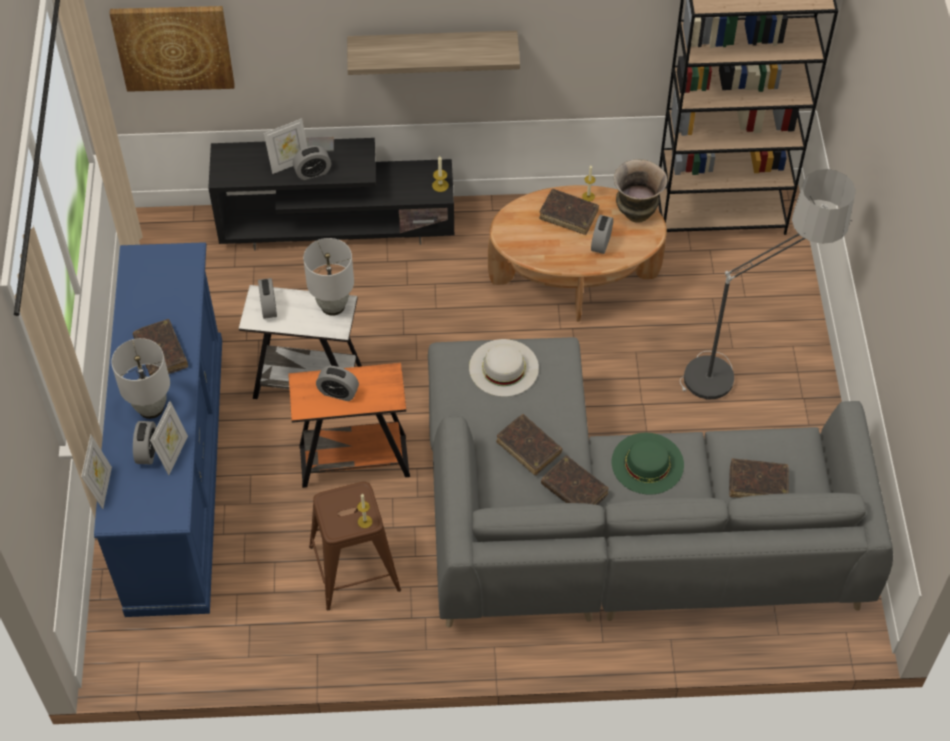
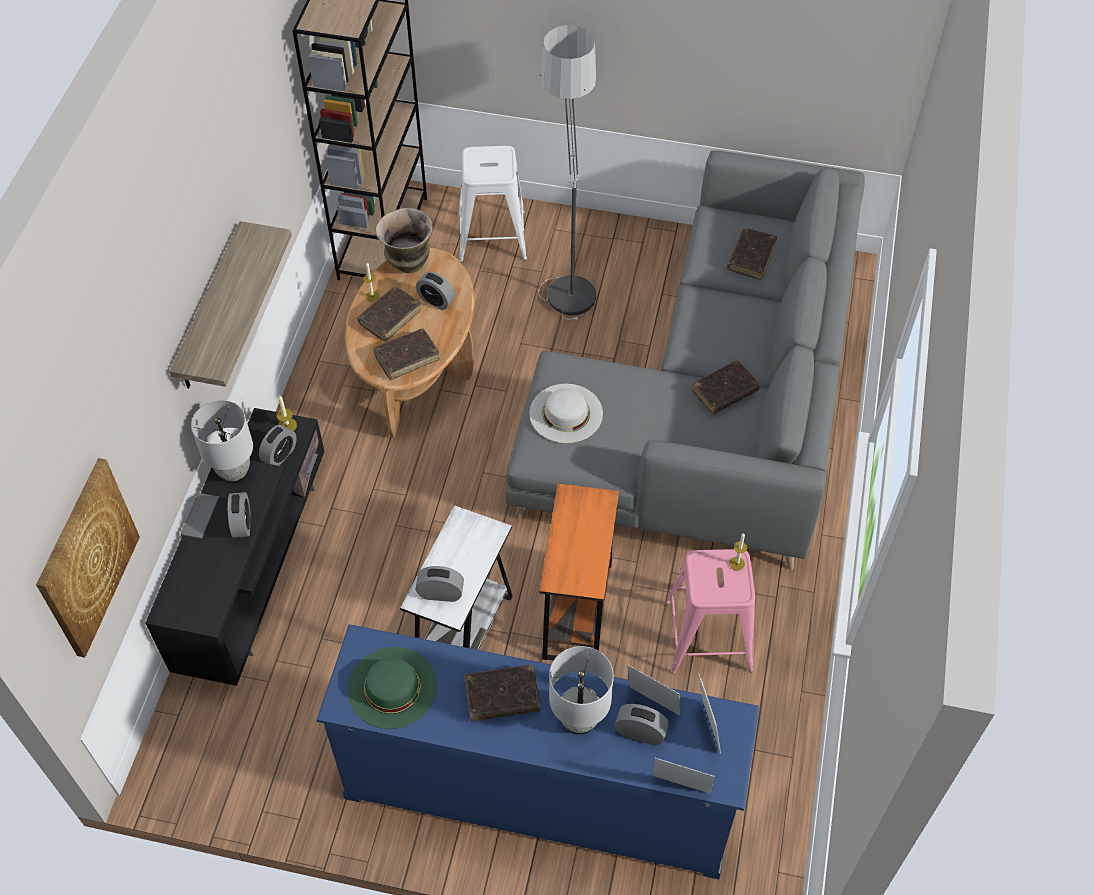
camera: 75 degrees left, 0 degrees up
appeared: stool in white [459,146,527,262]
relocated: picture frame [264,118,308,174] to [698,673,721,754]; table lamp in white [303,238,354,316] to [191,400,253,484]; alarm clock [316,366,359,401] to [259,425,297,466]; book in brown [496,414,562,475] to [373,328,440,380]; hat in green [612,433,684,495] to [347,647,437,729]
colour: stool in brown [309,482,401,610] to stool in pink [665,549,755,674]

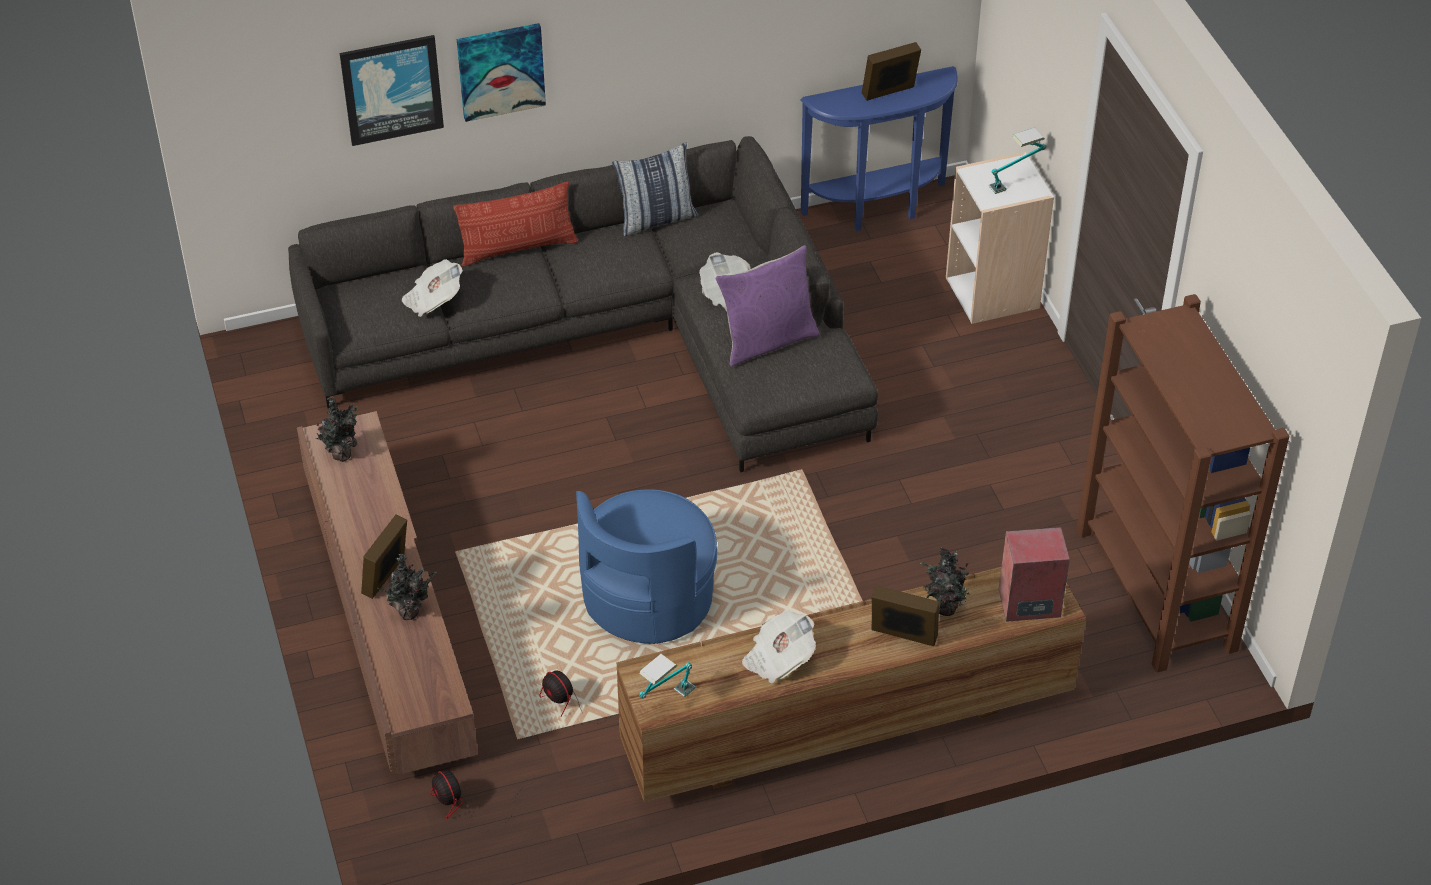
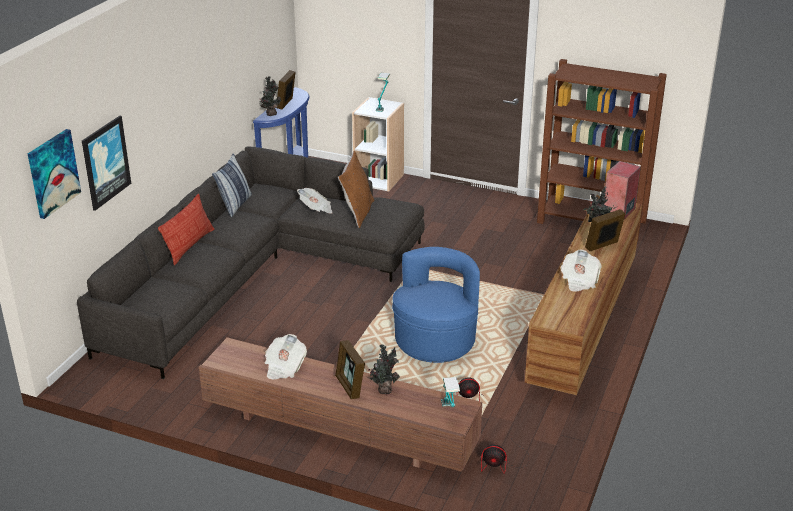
camera: 50 degrees left, 15 degrees down
relocated: potted plant [316,396,358,462] to [260,76,281,116]; newspaper [402,259,463,317] to [265,334,307,379]; picture [457,23,546,122] to [28,129,81,219]; table lamp [639,654,696,699] to [441,377,460,407]
colour: pillow in purple [715,246,820,367] to pillow in brown [338,151,374,228]
spun: armchair in blue [576,489,717,644] = [392,247,480,363] 135 degrees counterclockwise

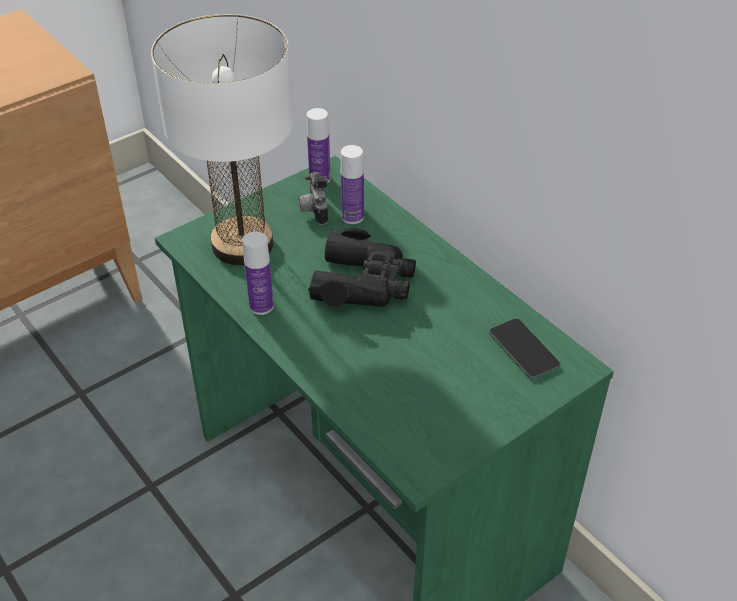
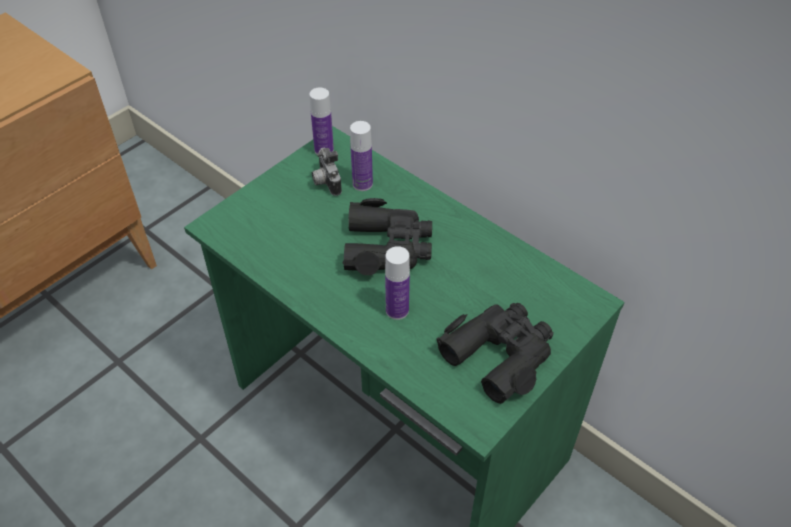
camera: 10 degrees left, 5 degrees up
missing: table lamp [151,14,293,265]; phone [489,318,560,379]
appeared: binoculars in black [437,303,554,404]
relocated: bottle [242,232,274,315] to [385,246,410,320]

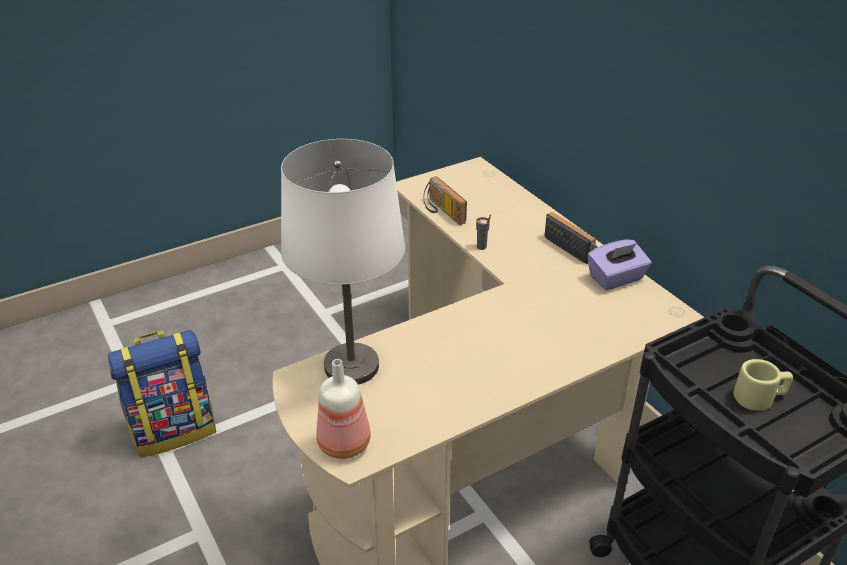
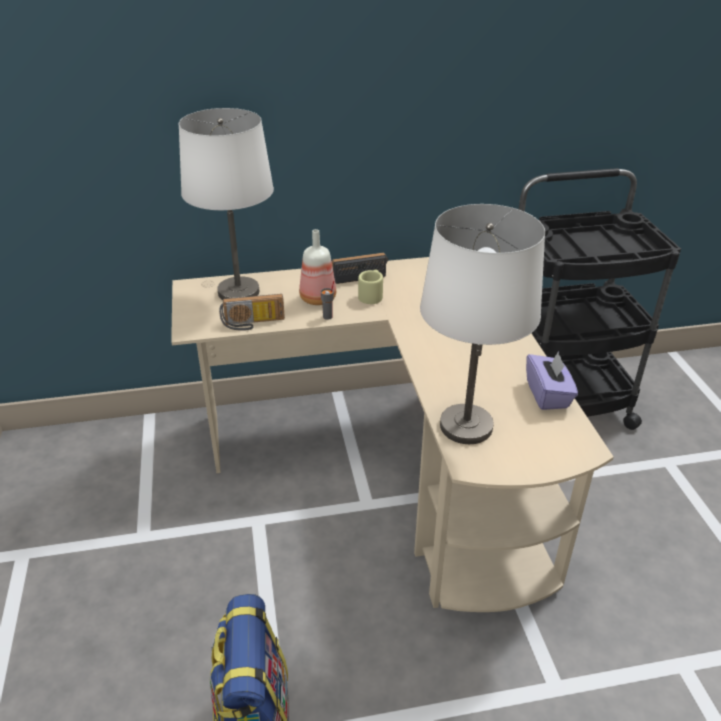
camera: 70 degrees left, 0 degrees up
appeared: table lamp in white [179,108,274,300]
relocated: bottle [317,359,371,459] to [299,229,336,305]; tissue box in purple [587,239,652,290] to [526,352,578,410]; mug in beige [734,359,793,411] to [358,270,383,304]

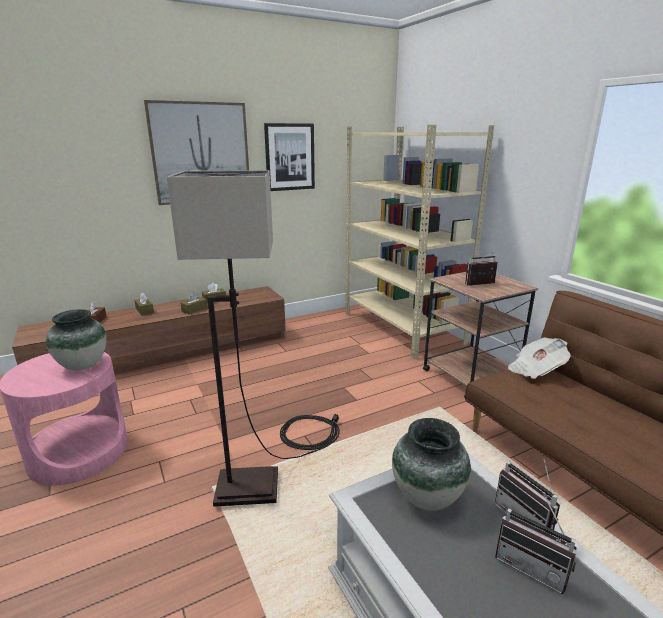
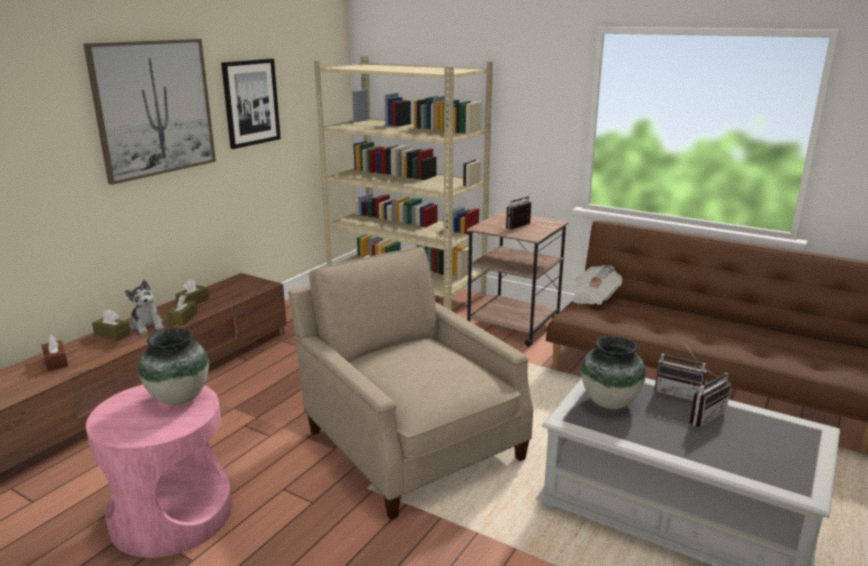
camera: 30 degrees left, 0 degrees up
appeared: plush toy [125,280,164,334]
exchanged: floor lamp [167,170,340,507] to armchair in beige [288,246,533,520]
spun: radio [495,492,577,594] = [690,363,731,428] 45 degrees counterclockwise

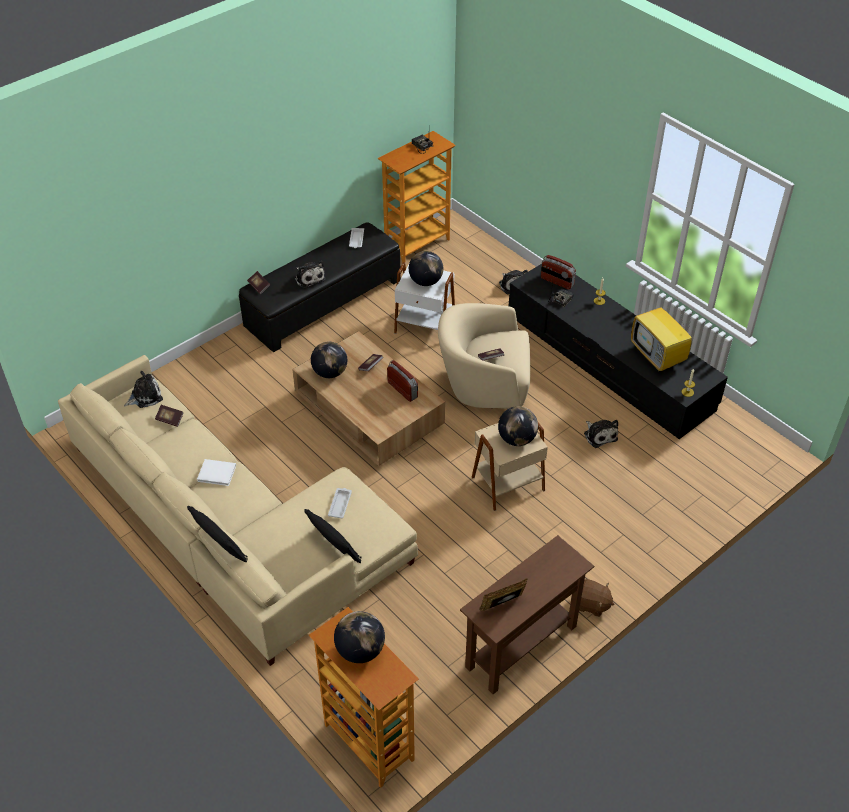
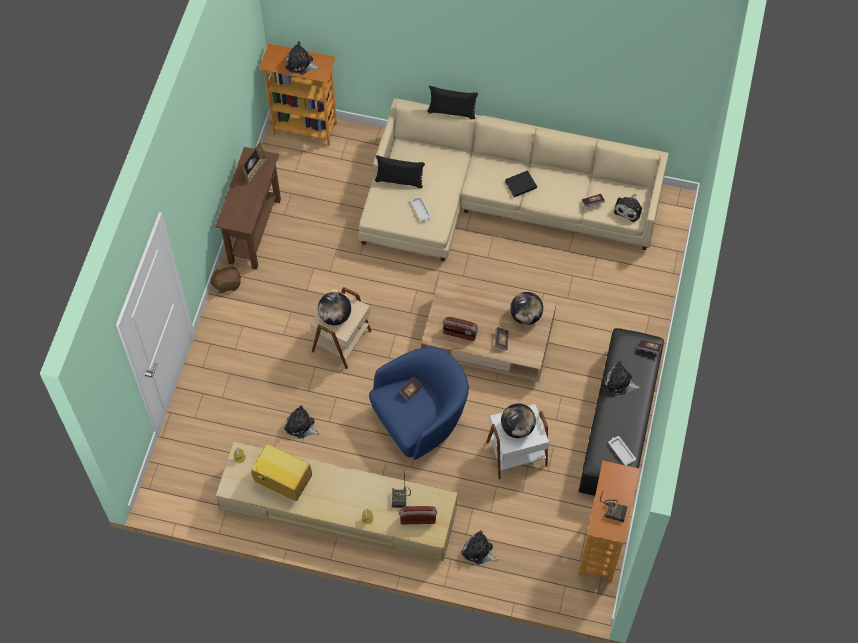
camera: 145 degrees right, 15 degrees up
exchanged: globe [334,611,385,663] to plush toy [285,41,320,75]
colour: book in white [197,459,236,486] to book in black [505,170,537,197]; armchair in beige [438,303,530,409] to armchair in blue [369,347,469,460]; tv stand in black [509,264,728,439] to tv stand in beige [216,442,458,561]

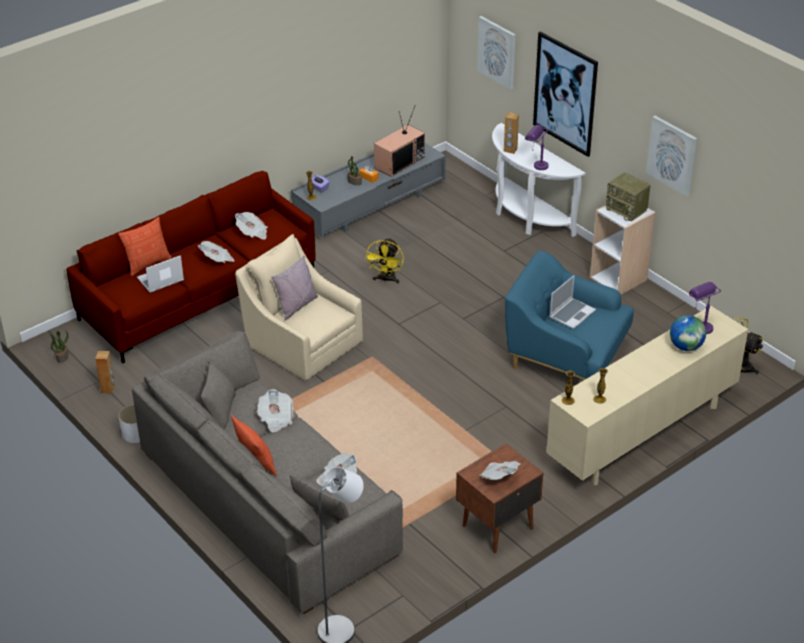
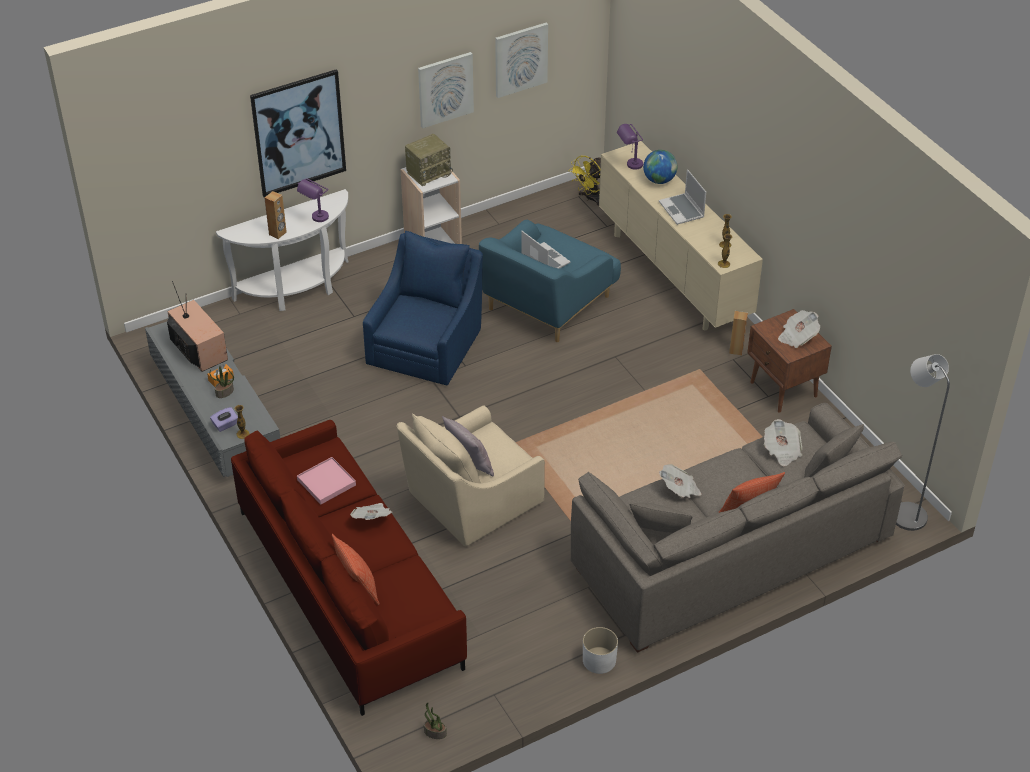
camera: 80 degrees left, 5 degrees up
missing: fan in yellow [365,238,404,283]
appeared: armchair in blue [363,231,483,386]
relocated: speaker in brown [95,351,115,393] to [729,311,748,355]; laptop [137,255,184,293] to [659,169,706,225]; picture [477,16,516,90] to [495,23,548,98]
exchanged: newspaper [235,212,268,240] to tray in pink [297,457,356,505]

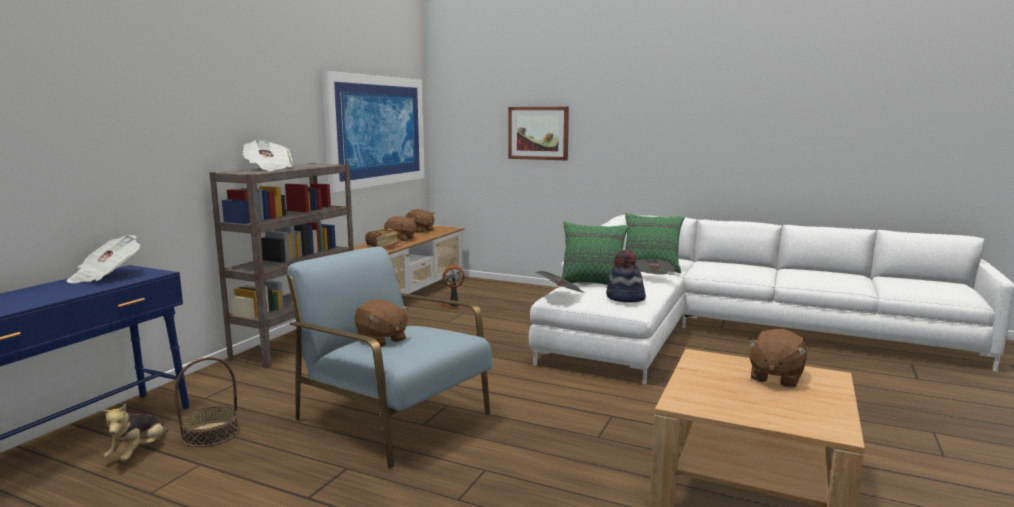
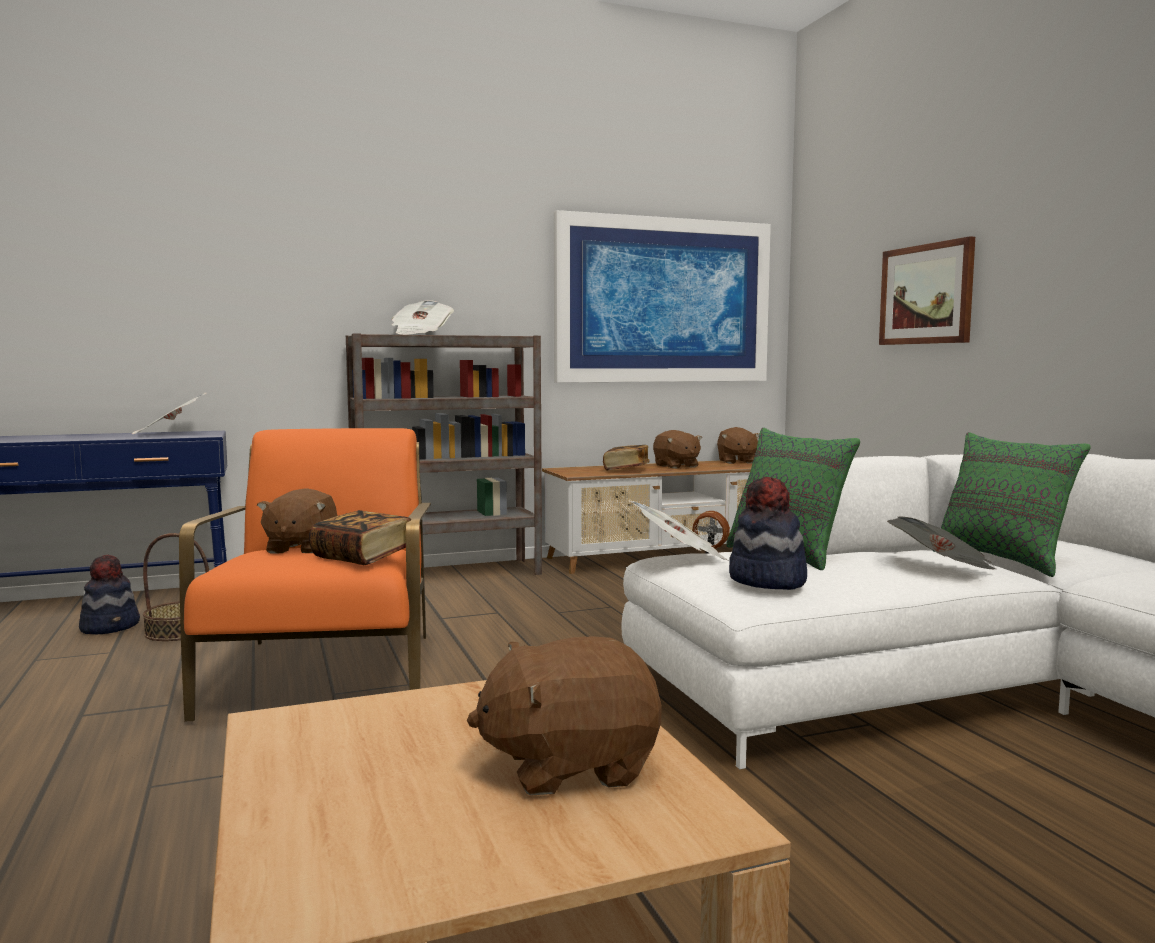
camera: 45 degrees right, 5 degrees down
appeared: book [309,510,411,565]
exchanged: plush toy [101,404,168,461] to hat [79,554,140,634]
colour: armchair in blue [287,247,493,469] to armchair in orange [179,428,431,721]

